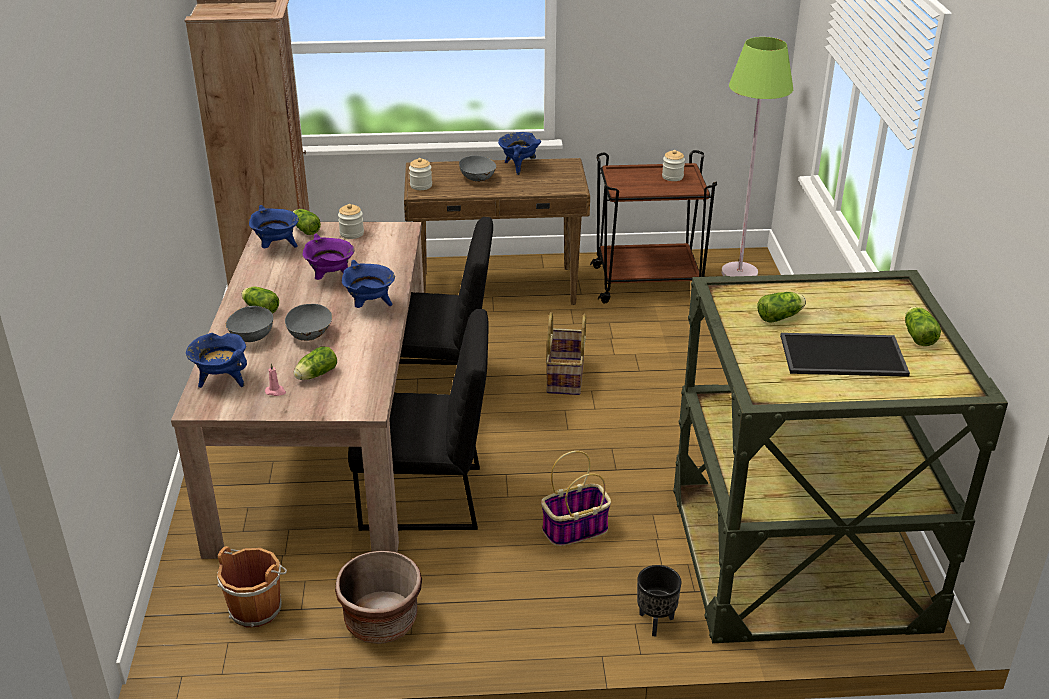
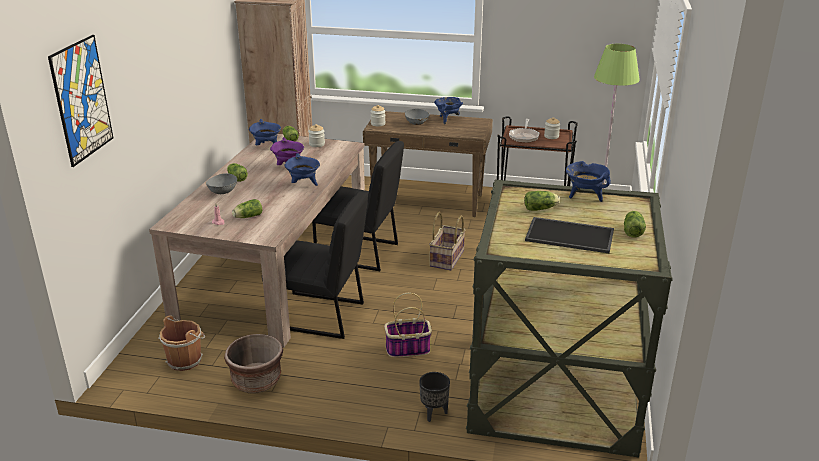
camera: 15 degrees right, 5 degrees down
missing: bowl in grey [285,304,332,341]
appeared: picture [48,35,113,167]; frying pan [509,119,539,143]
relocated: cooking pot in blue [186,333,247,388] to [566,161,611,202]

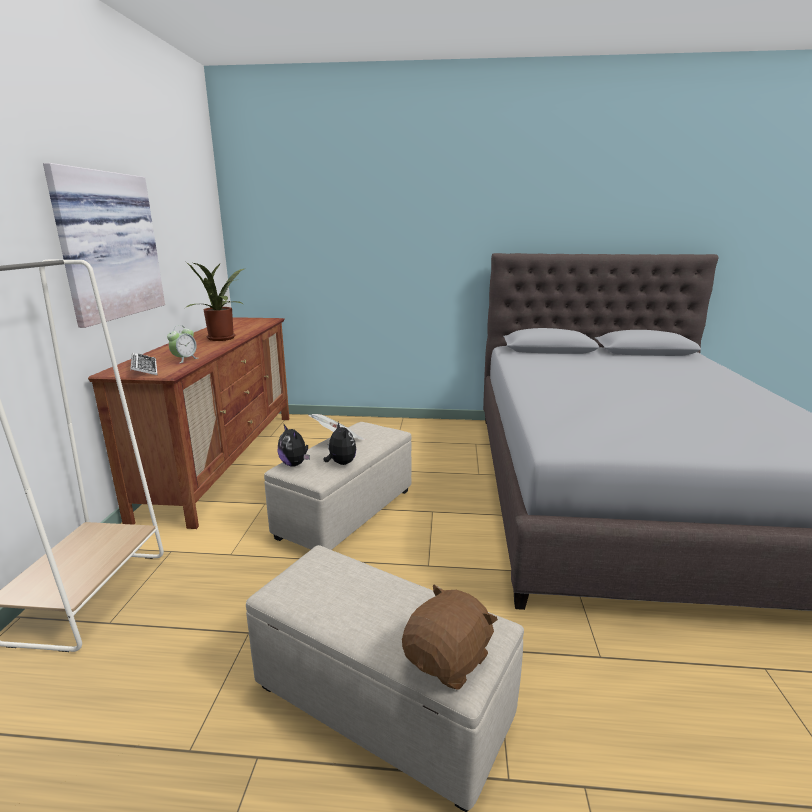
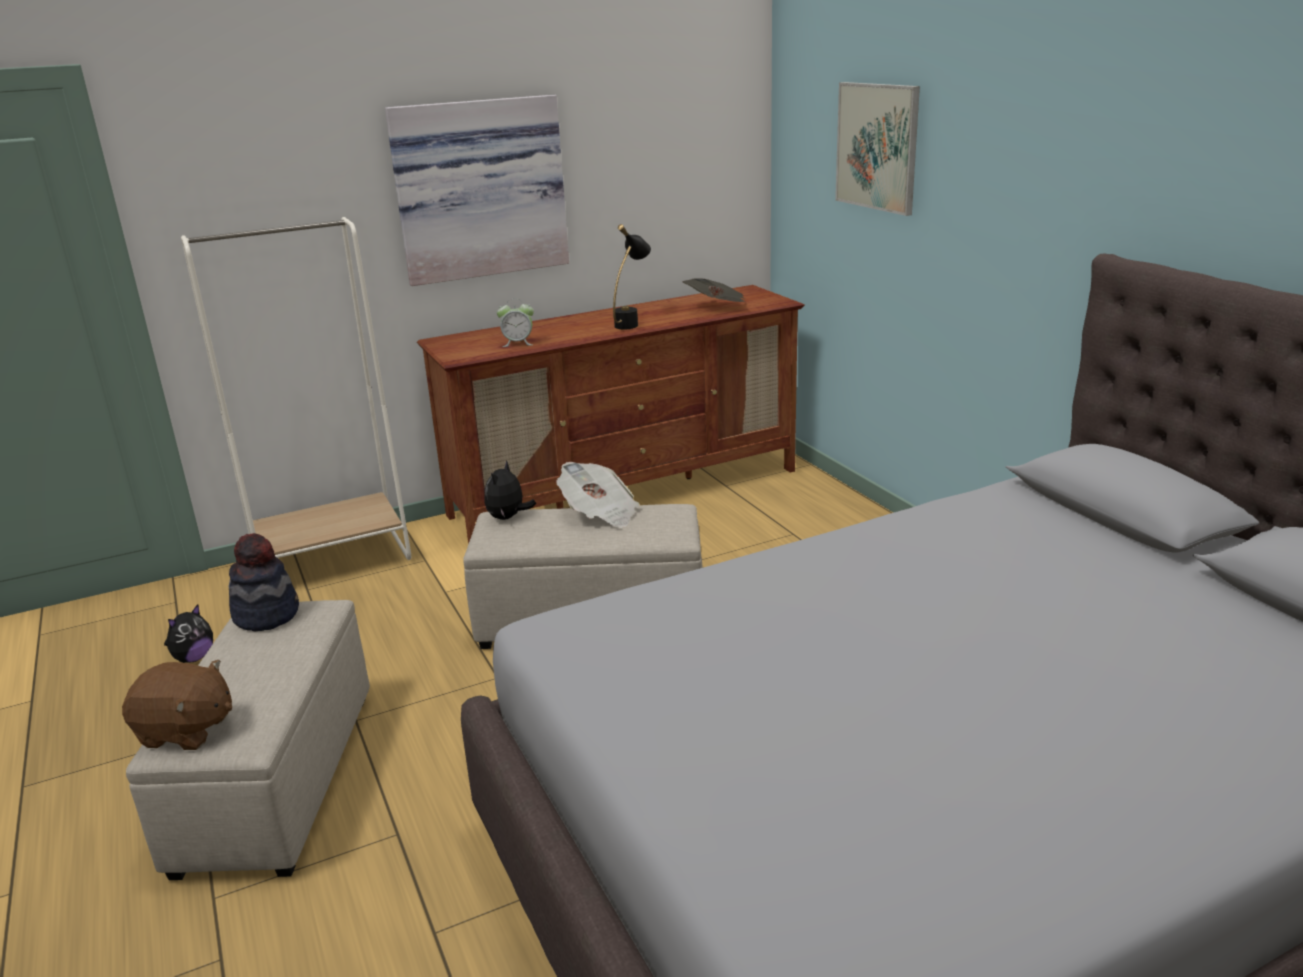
camera: 60 degrees right, 5 degrees up
missing: keyboard [130,353,158,376]
appeared: hat [228,533,299,632]; newspaper [682,278,746,302]; picture [835,82,920,216]
relocated: plush toy [324,422,356,465] to [164,604,213,663]
exchanged: potted plant [185,262,244,341] to table lamp in black [613,224,651,329]

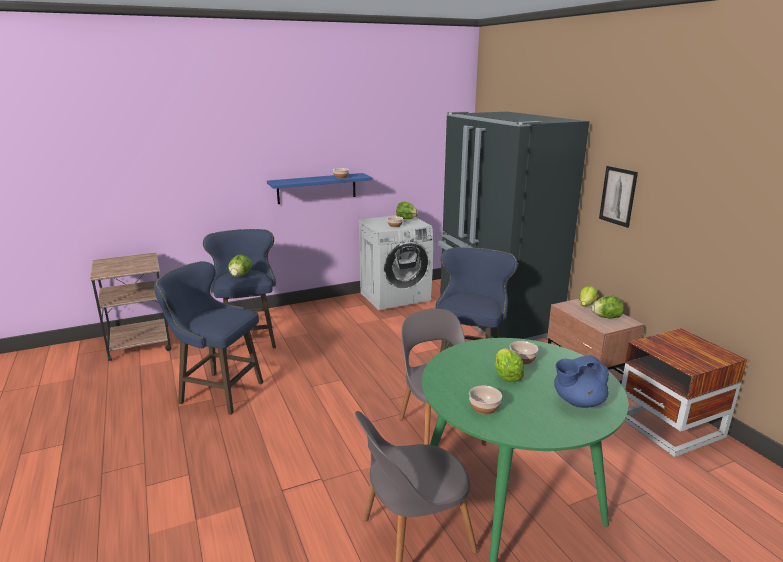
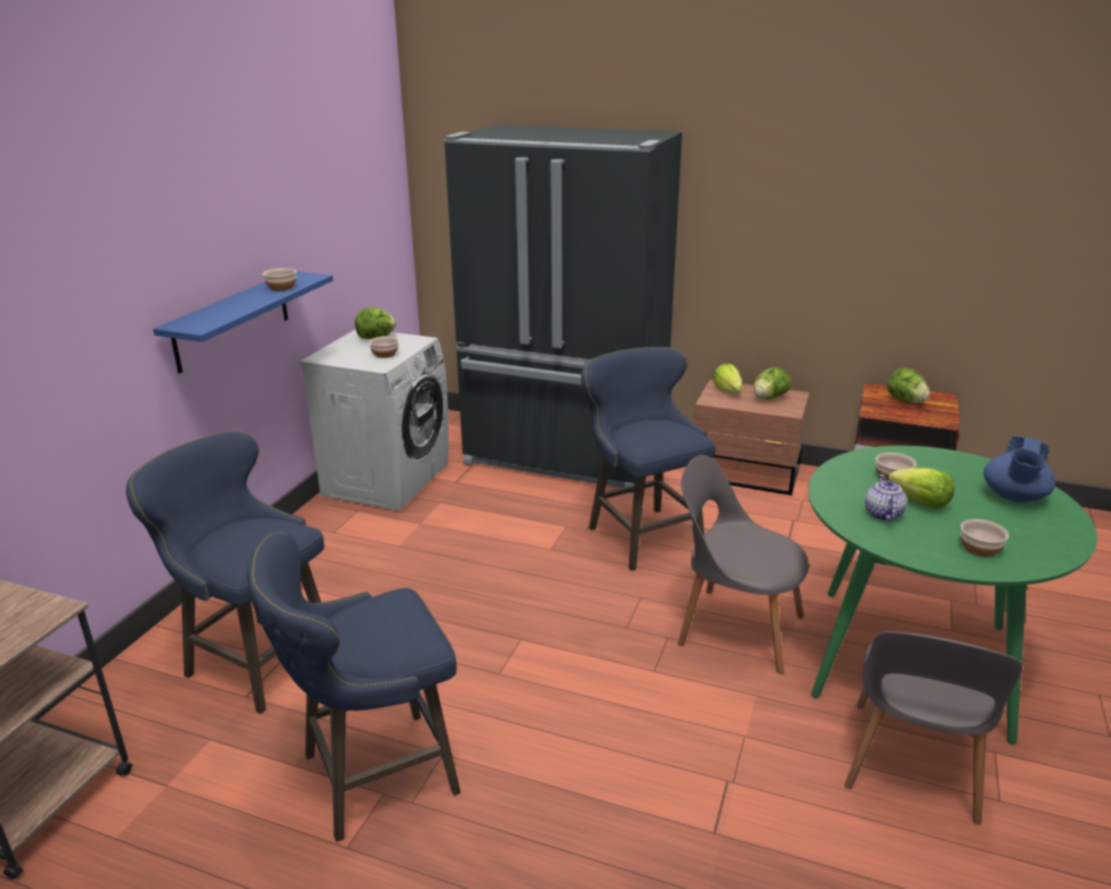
camera: 45 degrees left, 5 degrees up
missing: picture [599,166,638,228]
appeared: teapot [865,474,907,521]
relocated: lettuce [228,254,252,277] to [887,368,930,403]

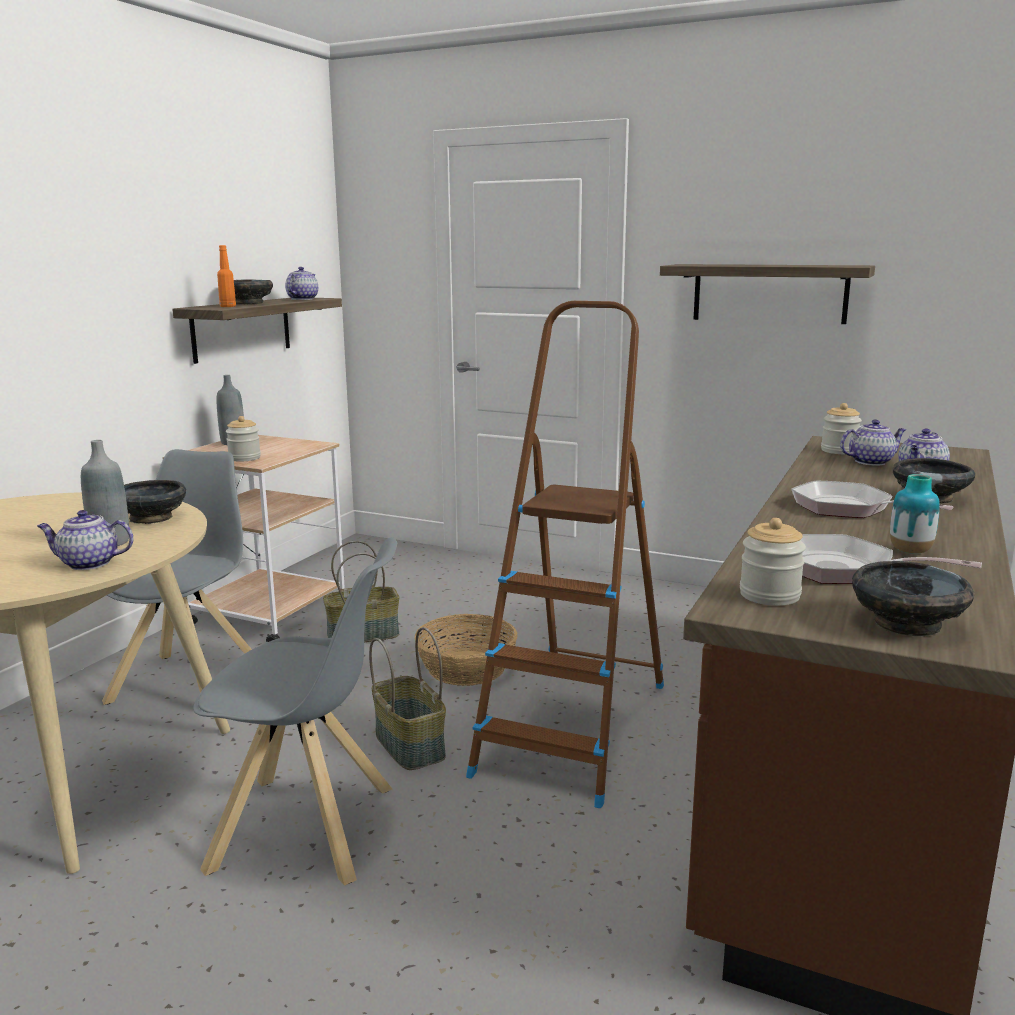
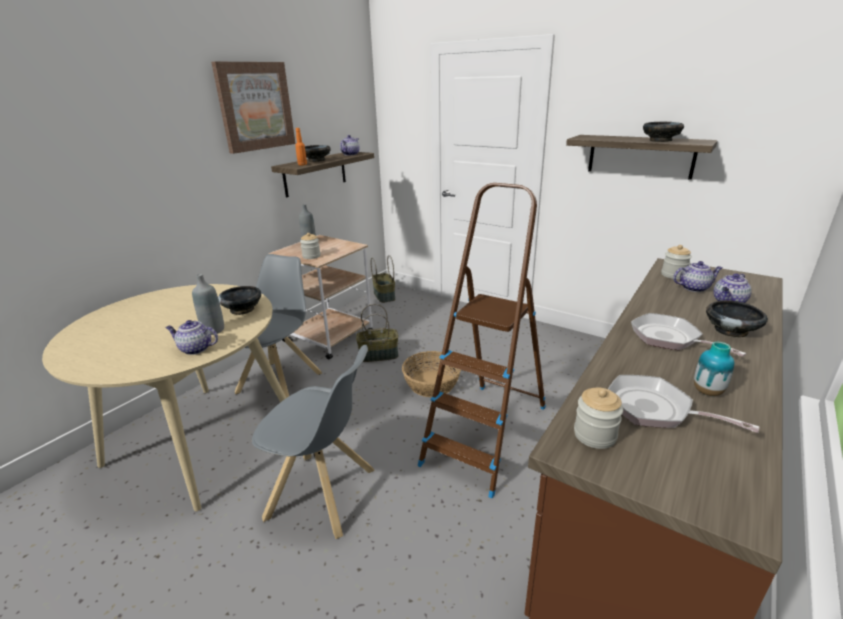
camera: 10 degrees right, 10 degrees up
appeared: picture [211,62,295,154]
relocated: basket [369,627,446,770] to [371,255,395,303]; bowl in black [852,561,974,637] to [643,122,684,142]

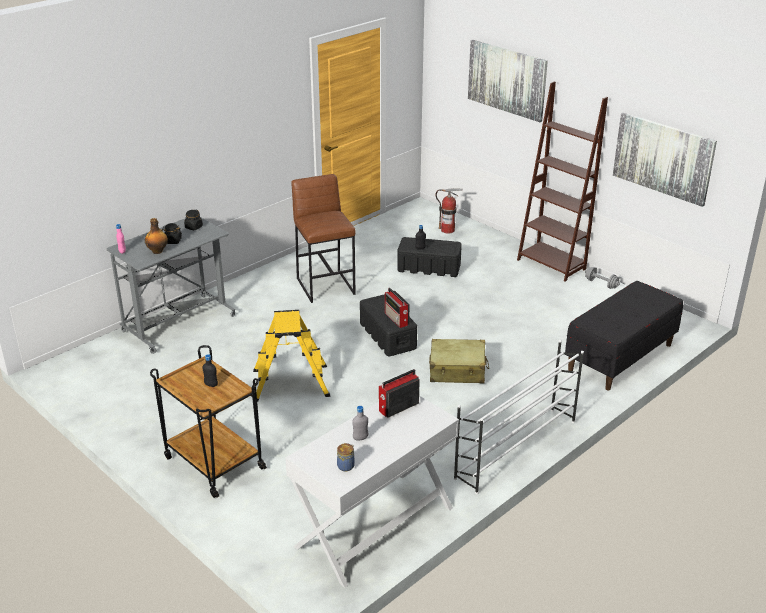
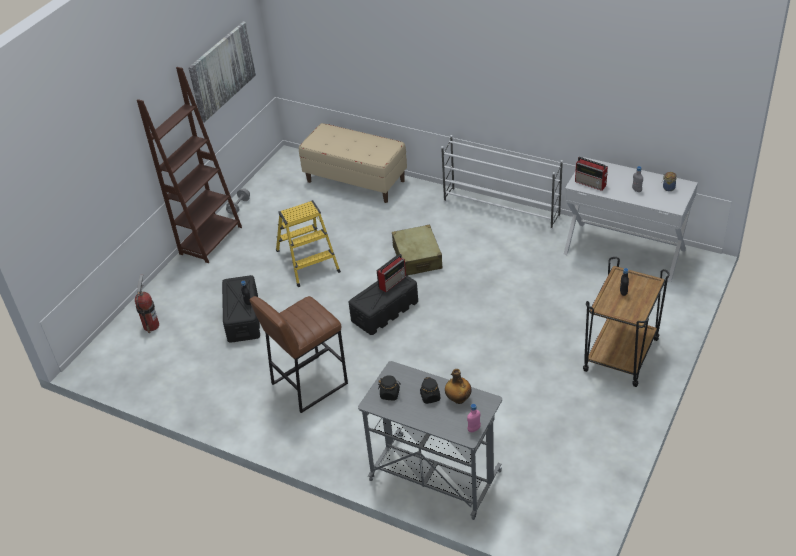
camera: 105 degrees left, 10 degrees up
missing: picture [468,40,548,122]
relocated: step ladder in yellow [253,310,330,402] to [276,200,341,287]
colour: bench in black [565,281,683,391] to bench in beige [299,123,407,203]

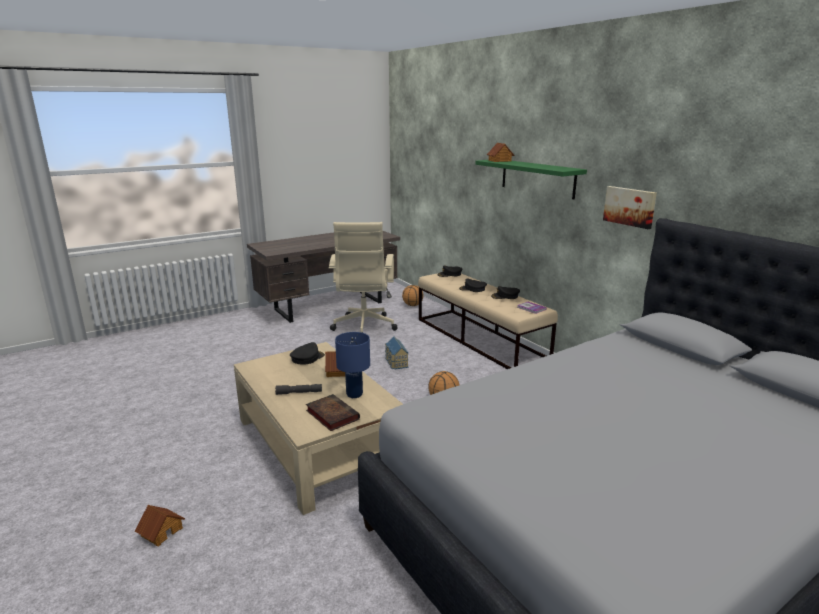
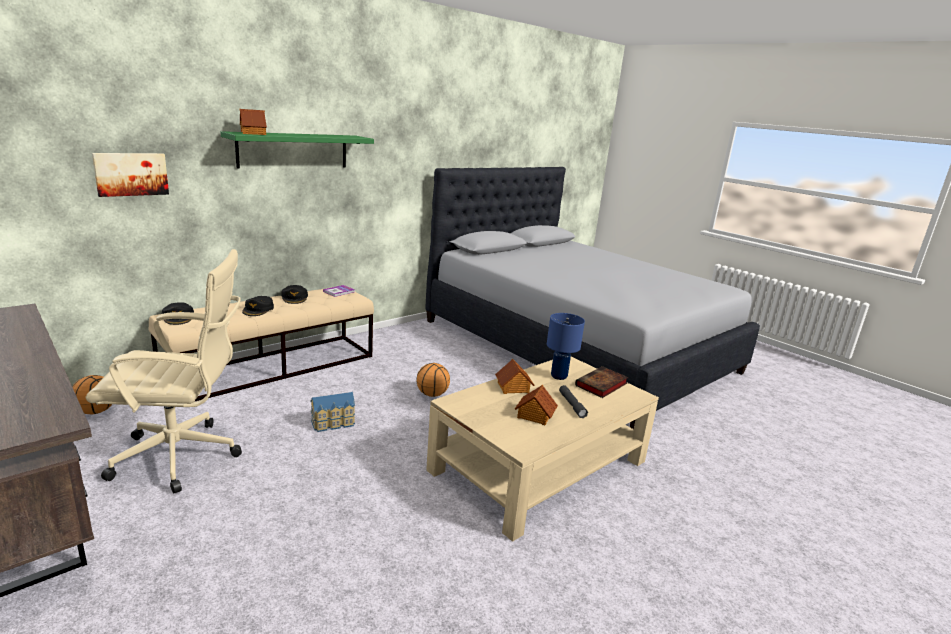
camera: 100 degrees left, 0 degrees up
missing: cap in black [290,342,325,365]
relocated: toy house [135,505,185,547] to [515,385,558,425]; picture [603,186,657,229] to [92,153,169,197]

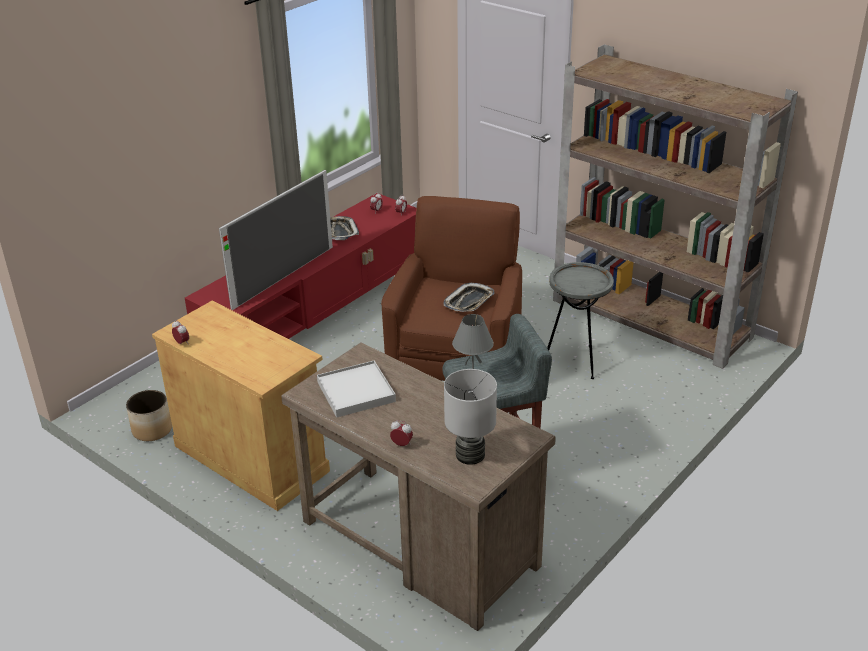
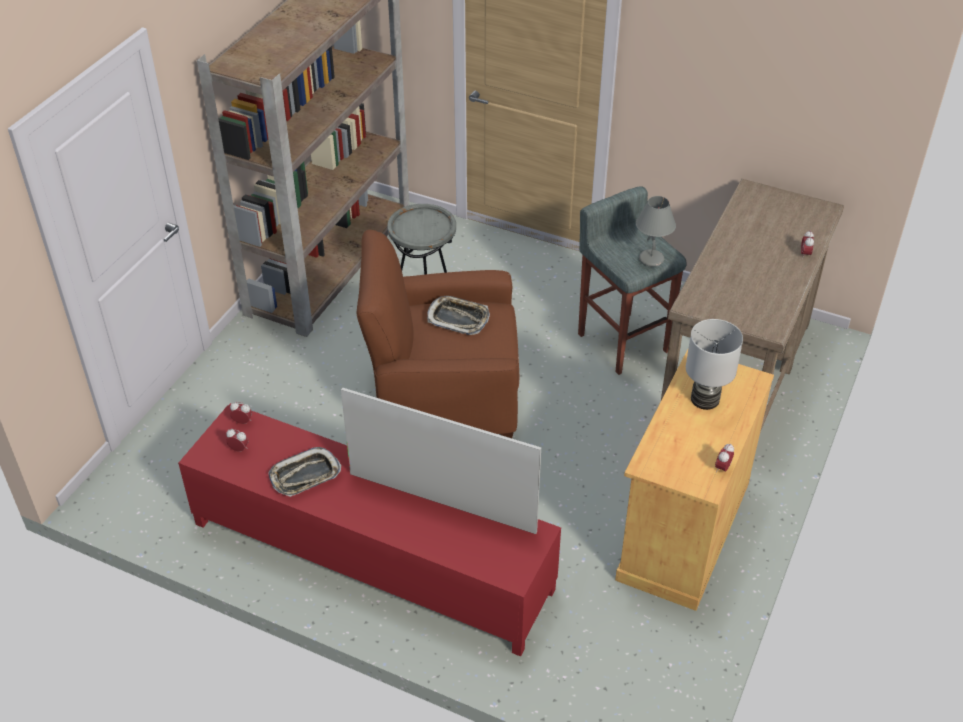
camera: 105 degrees left, 10 degrees up
missing: planter [126,390,172,441]; tray in white [317,361,396,418]
relocated: table lamp in grey [444,369,497,465] to [686,319,743,410]

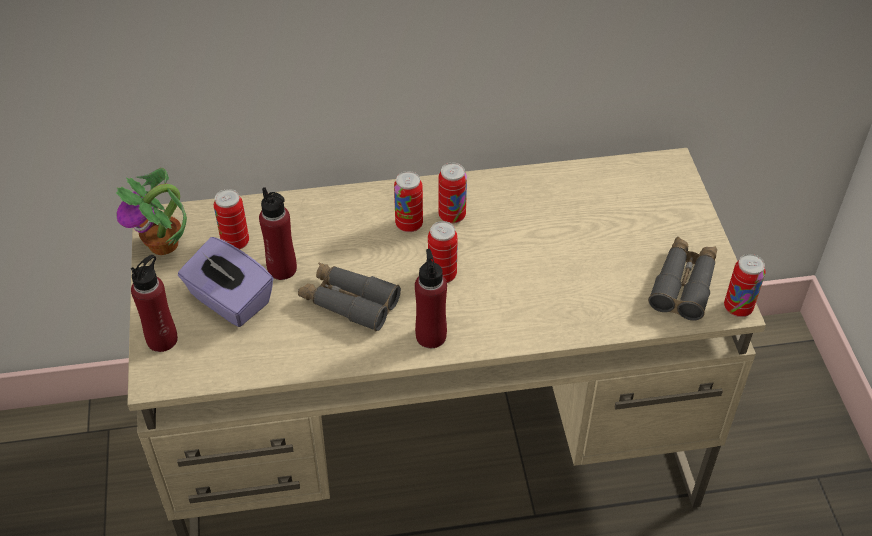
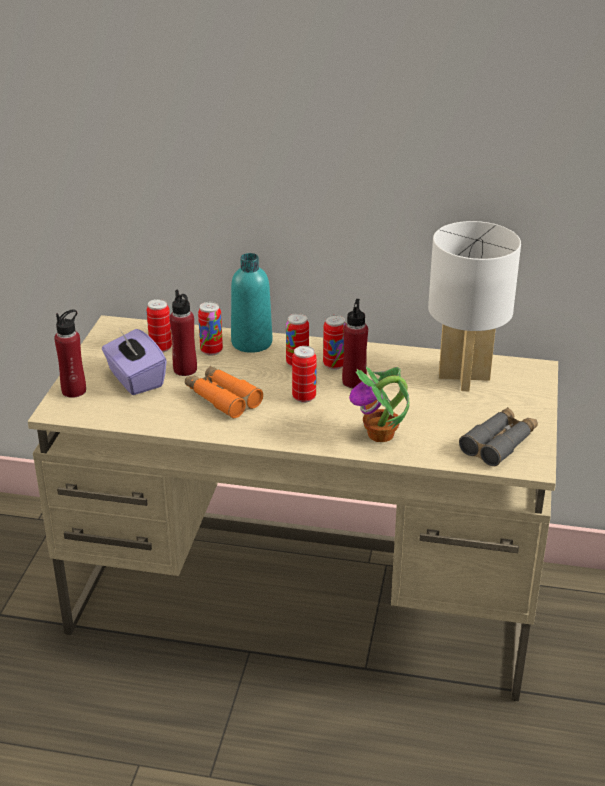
camera: 20 degrees right, 15 degrees down
appeared: bottle in turquoise [231,253,272,353]; table lamp in white [428,221,521,391]
relocated: potted plant [116,168,187,255] to [349,366,409,442]; bottle in red [415,249,447,348] to [342,299,368,388]; can [724,254,766,317] to [198,302,223,356]
colour: binoculars in grey [298,262,401,331] to binoculars in orange [185,366,263,418]

